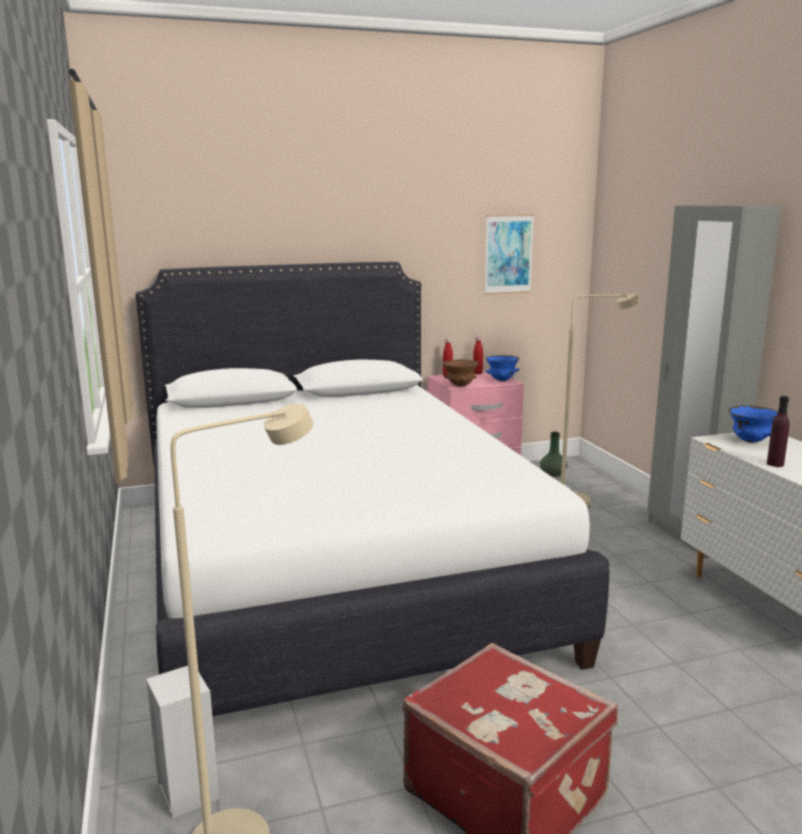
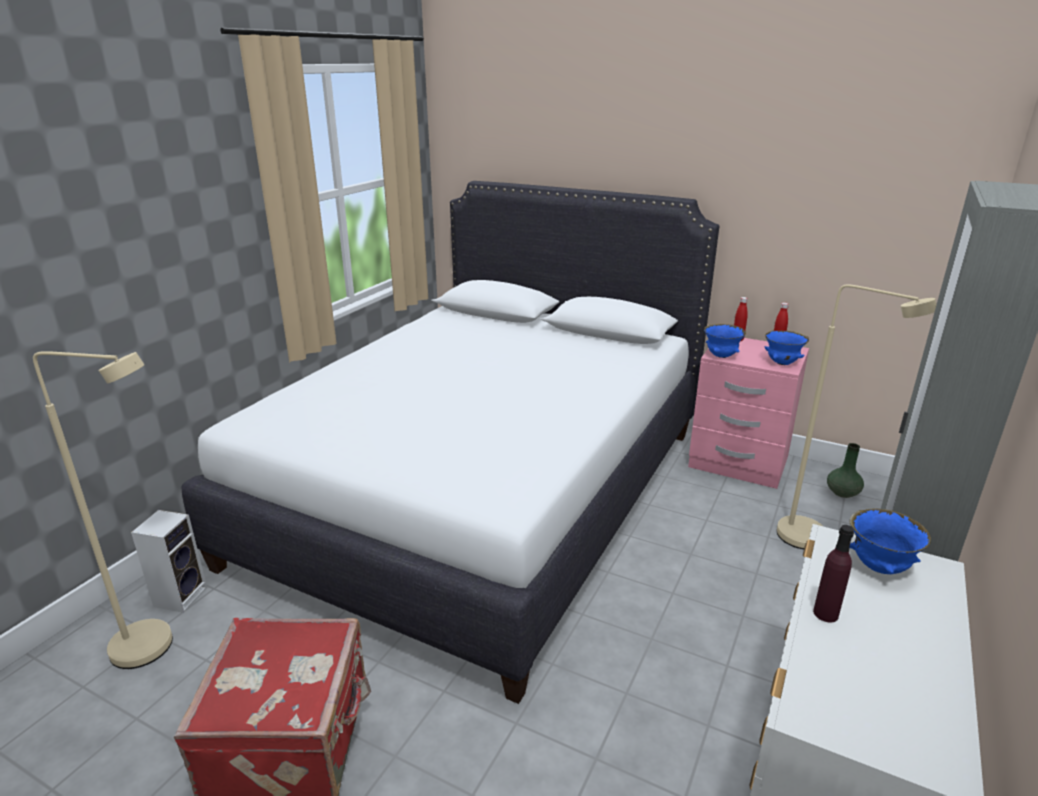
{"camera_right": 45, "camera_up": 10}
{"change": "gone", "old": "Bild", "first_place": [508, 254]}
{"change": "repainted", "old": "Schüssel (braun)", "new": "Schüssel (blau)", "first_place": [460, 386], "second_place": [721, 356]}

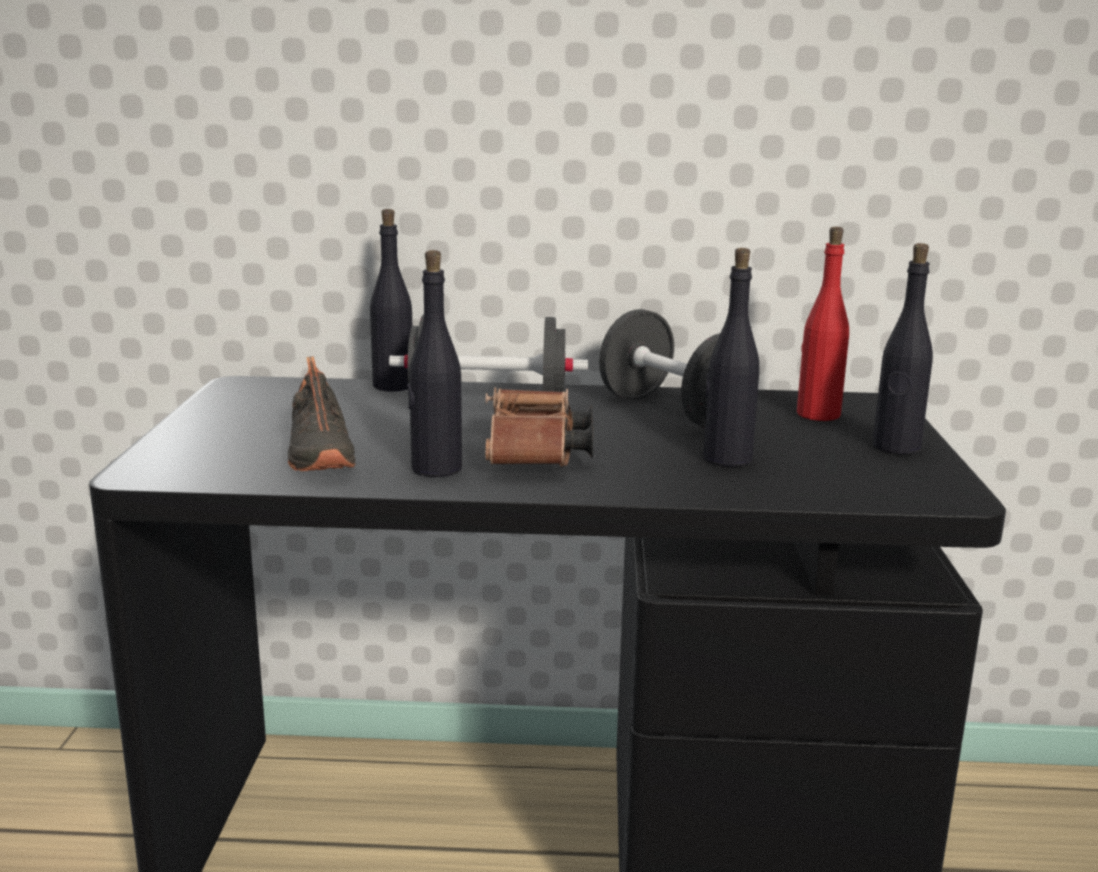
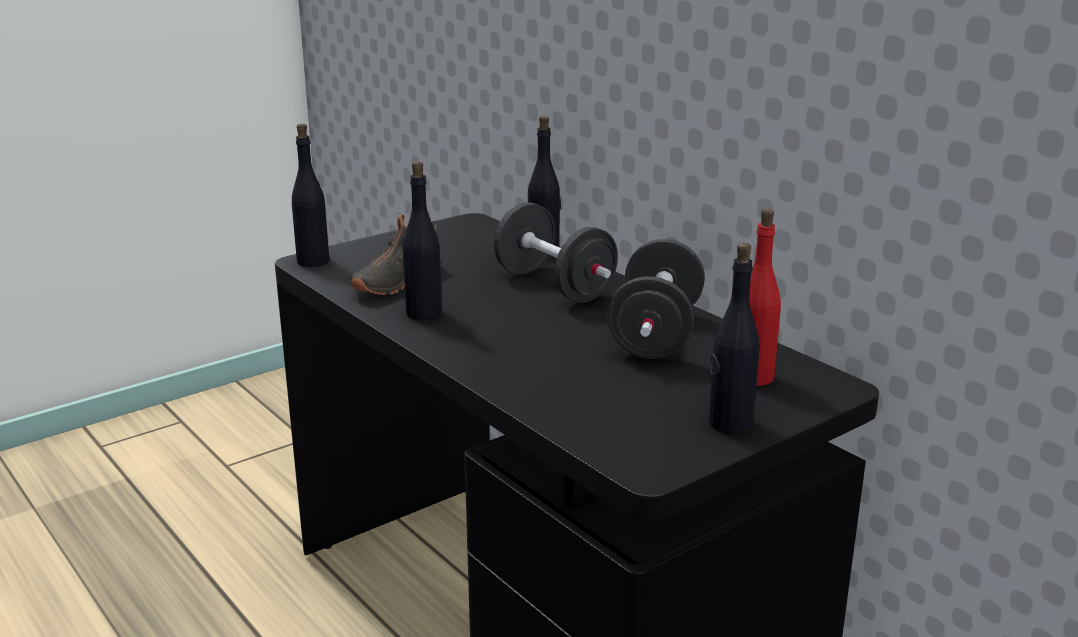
{"camera_right": 50, "camera_up": 5}
{"change": "shifted", "old": "Flasche (schwarz)", "first_place": [726, 459], "second_place": [313, 261]}
{"change": "gone", "old": "Fernglas (braun)", "first_place": [536, 457]}

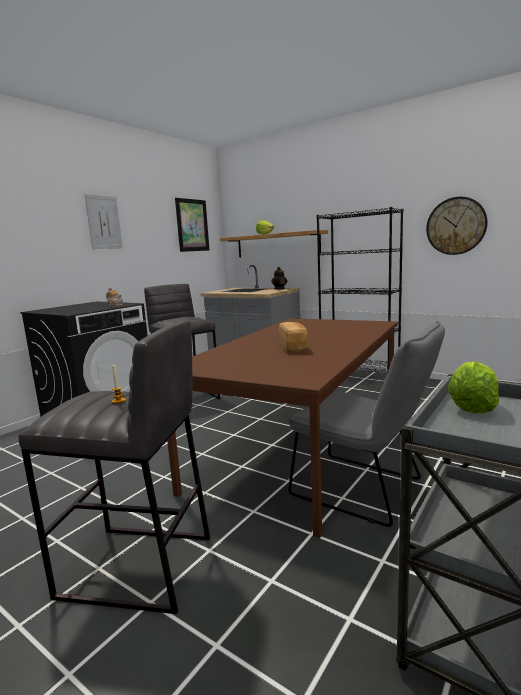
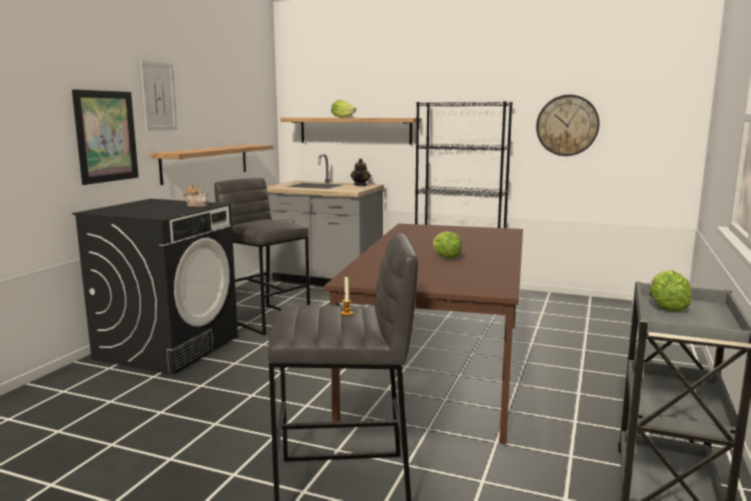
{"camera_right": -15, "camera_up": 0}
{"change": "shifted", "old": "Bild", "first_place": [192, 225], "second_place": [106, 136]}
{"change": "gone", "old": "Stuhl (grau)", "first_place": [364, 490]}
{"change": "swapped", "old": "Brot", "new": "Salatkopf", "first_place": [294, 347], "second_place": [445, 257]}
{"change": "new", "new": "Wandregal", "second_place": [206, 163]}

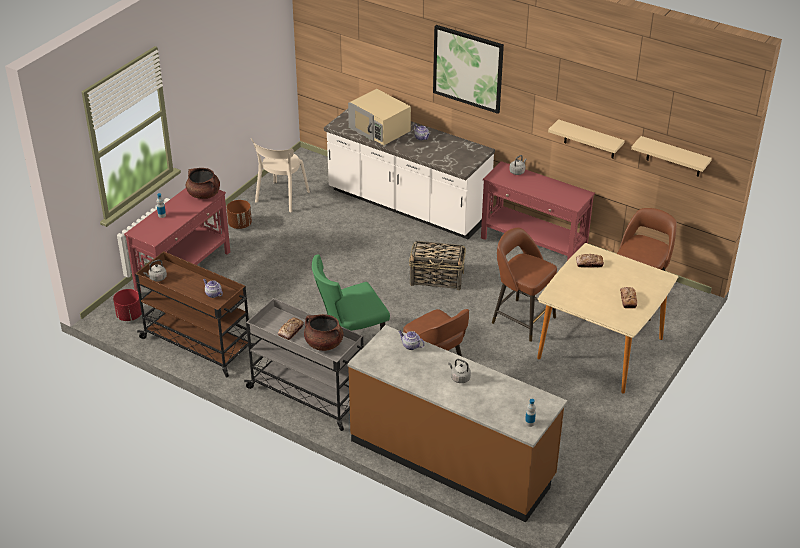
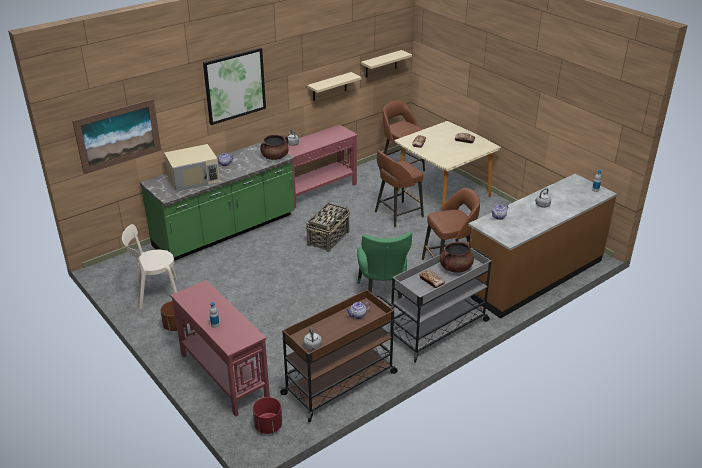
{"camera_right": -70, "camera_up": -5}
{"change": "repainted", "old": "Küchenzeile (weiß)", "new": "Küchenzeile (grün)", "first_place": [407, 206], "second_place": [225, 231]}
{"change": "rotated", "old": "Stuhl (beige)", "first_place": [281, 198], "second_place": [155, 294], "degrees": 120}
{"change": "shifted", "old": "Kochtopf (braun)", "first_place": [204, 194], "second_place": [275, 157]}
{"change": "new", "new": "Bild", "second_place": [118, 135]}

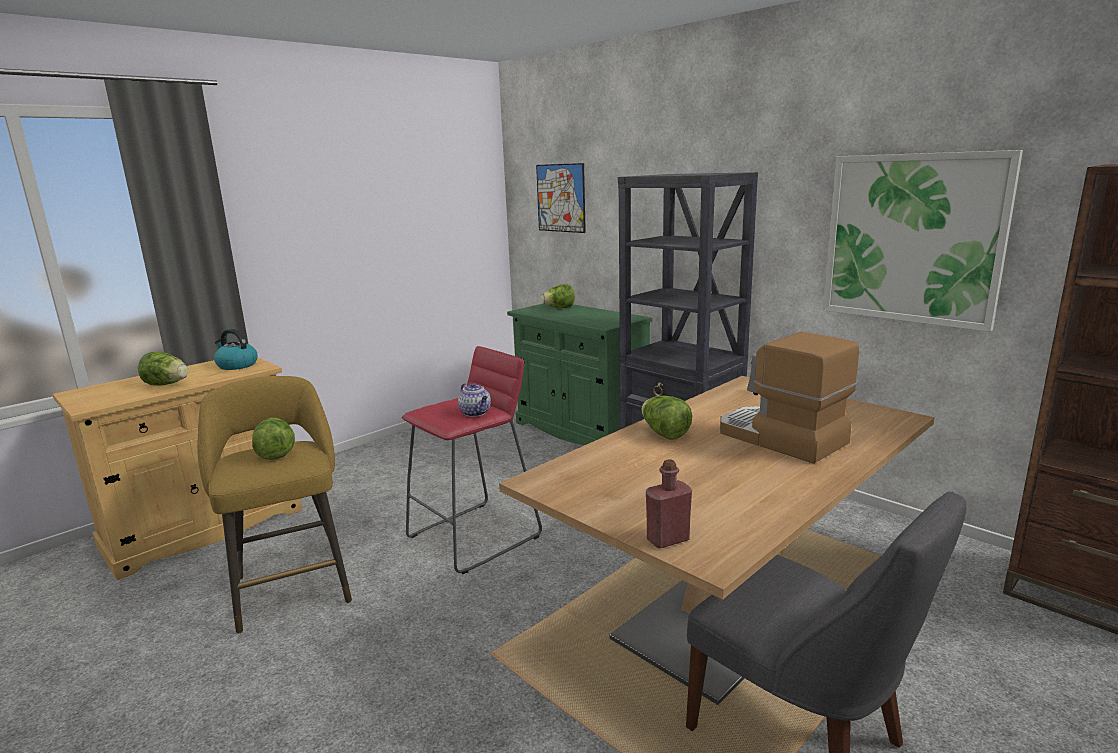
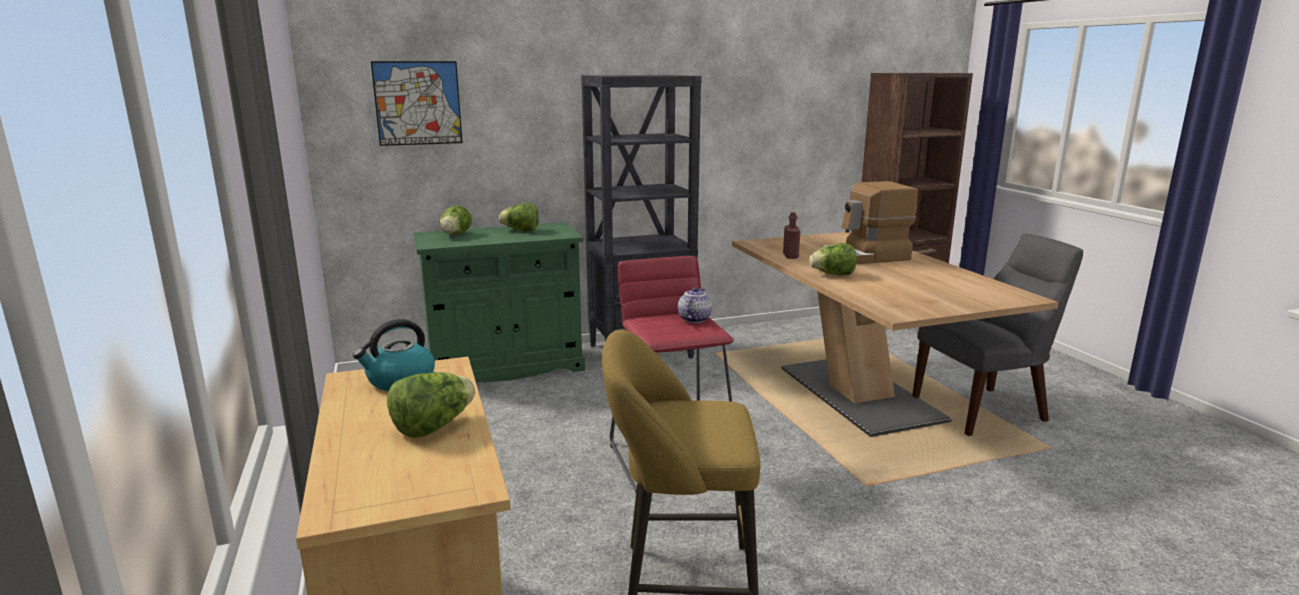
{"camera_right": -65, "camera_up": 0}
{"change": "gone", "old": "Bild", "first_place": [912, 239]}
{"change": "rotated", "old": "Teekanne", "first_place": [476, 413], "second_place": [694, 319], "degrees": -60}
{"change": "shifted", "old": "Salatkopf", "first_place": [275, 453], "second_place": [521, 230]}
{"change": "shifted", "old": "Flasche (rot)", "first_place": [668, 539], "second_place": [790, 256]}

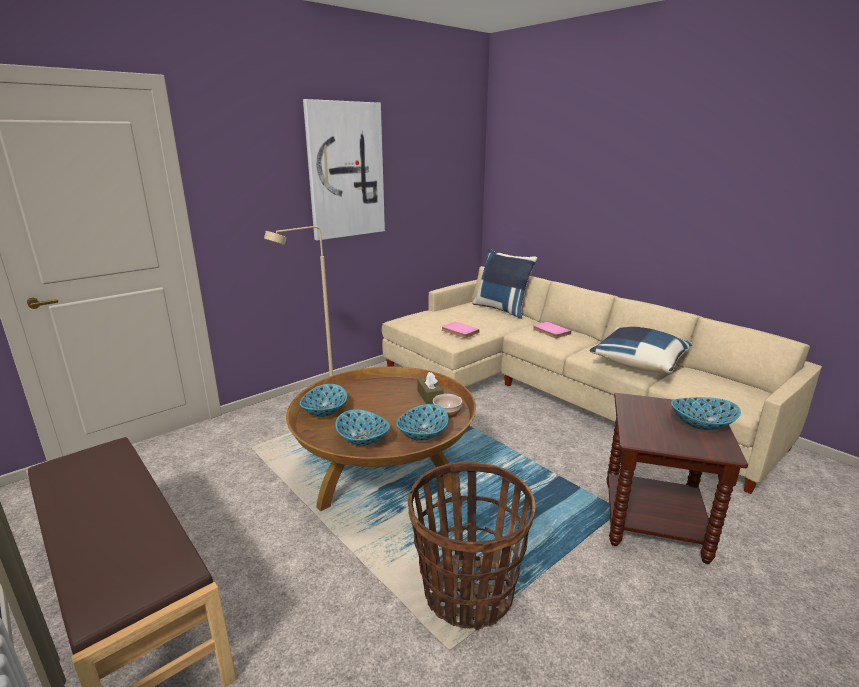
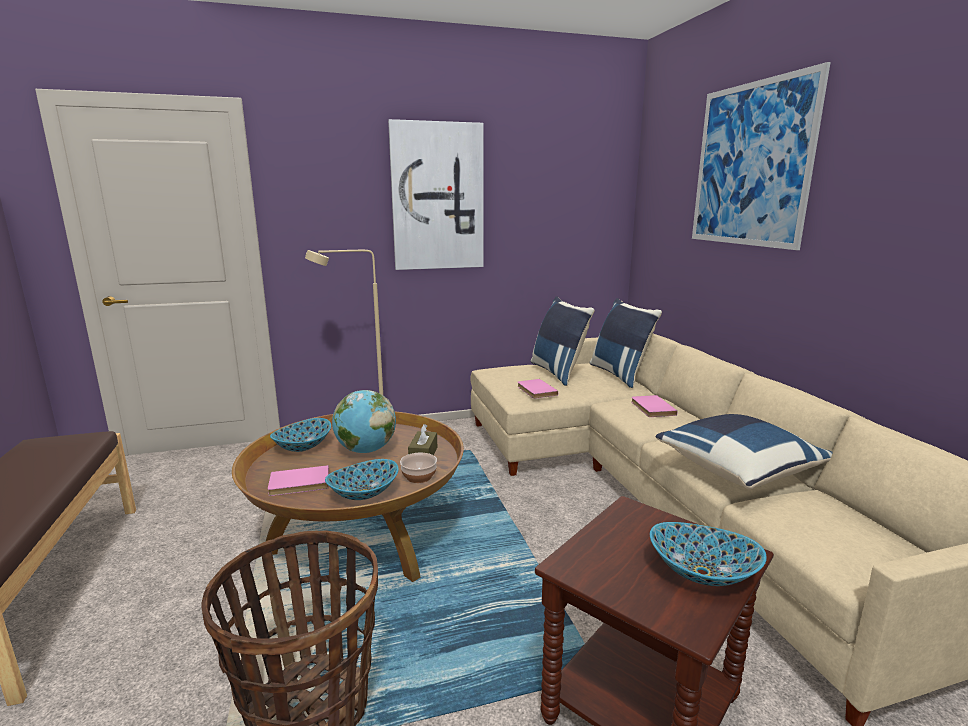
{"camera_right": 25, "camera_up": -5}
{"change": "swapped", "old": "Schüssel", "new": "Buch (rosa)", "first_place": [363, 440], "second_place": [299, 484]}
{"change": "new", "new": "Bild", "second_place": [750, 165]}
{"change": "new", "new": "Kissen (blau)", "second_place": [559, 372]}
{"change": "new", "new": "Globus", "second_place": [366, 450]}

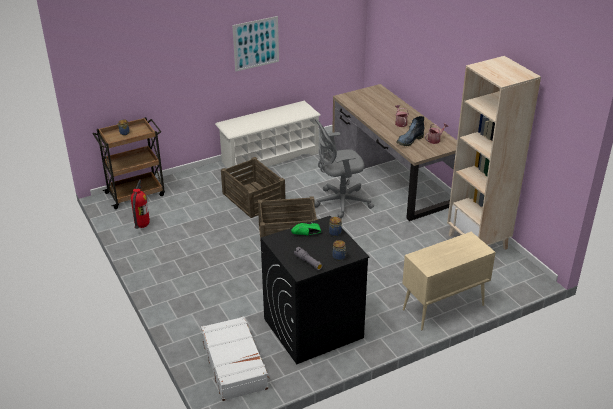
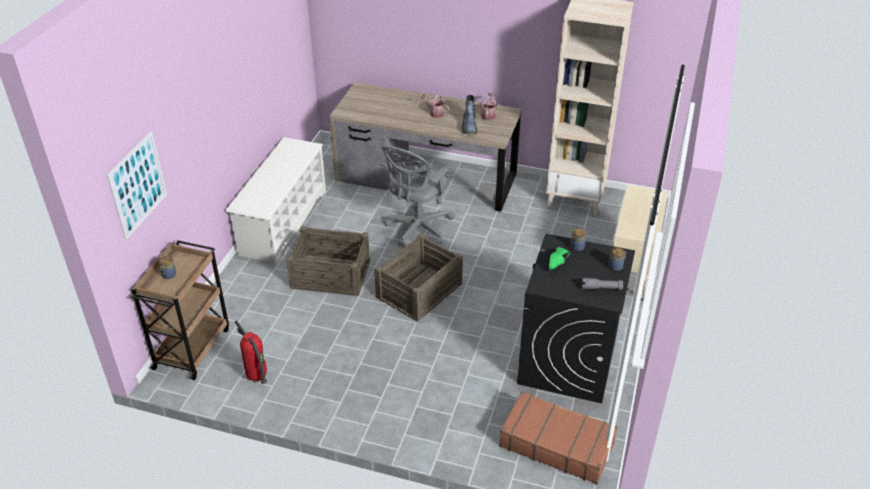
{"camera_right": -45, "camera_up": 5}
{"change": "shifted", "old": "Bild", "first_place": [256, 43], "second_place": [138, 185]}
{"change": "repainted", "old": "Koffer (weiß)", "new": "Koffer (braun)", "first_place": [235, 364], "second_place": [556, 444]}

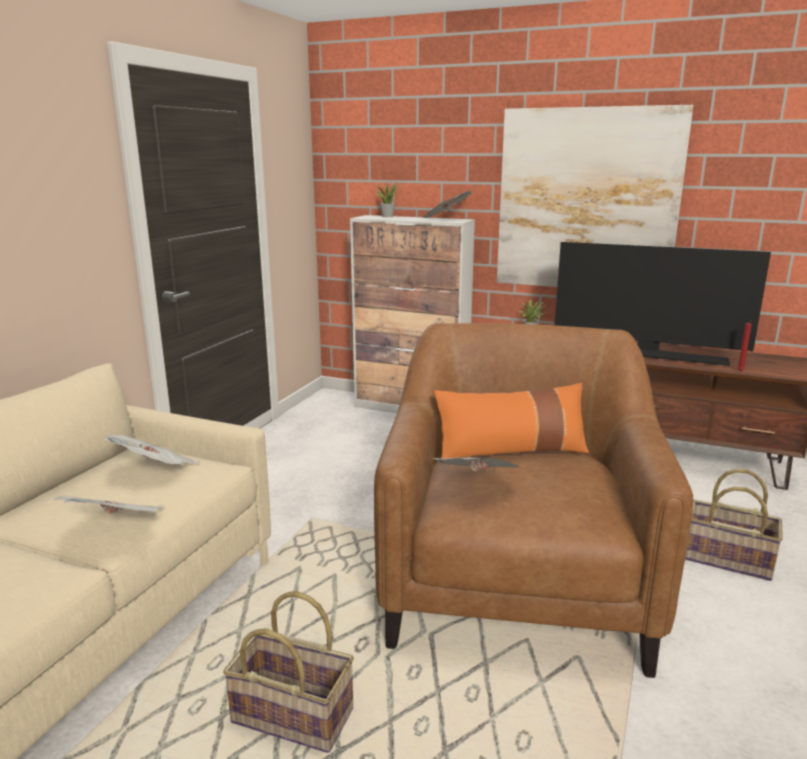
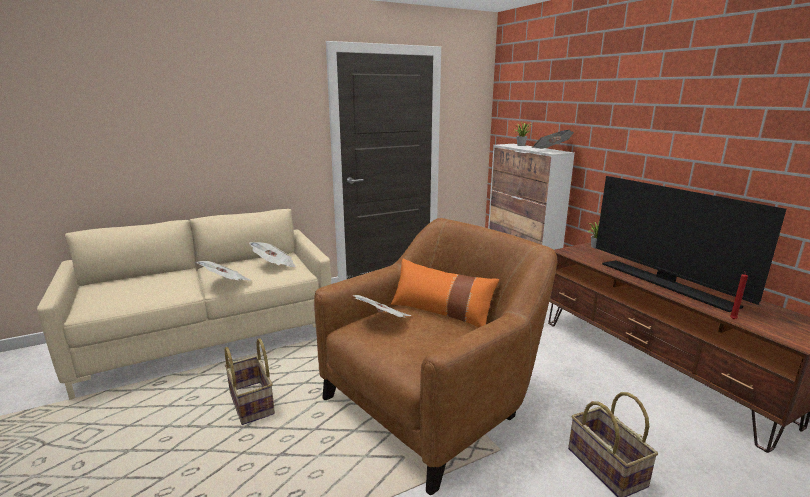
{"camera_right": 40, "camera_up": 0}
{"change": "gone", "old": "Bild", "first_place": [587, 201]}

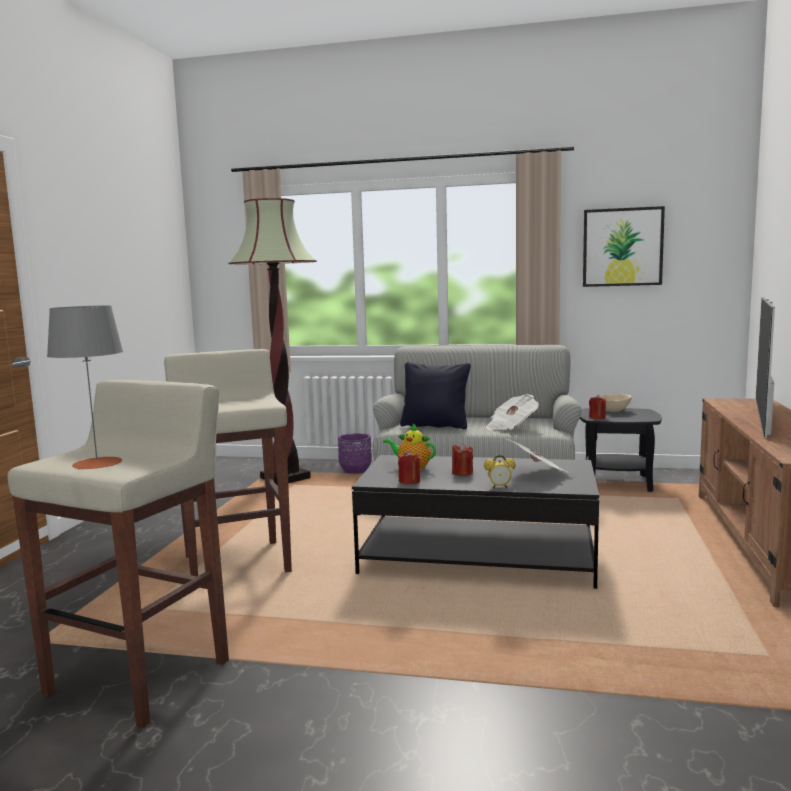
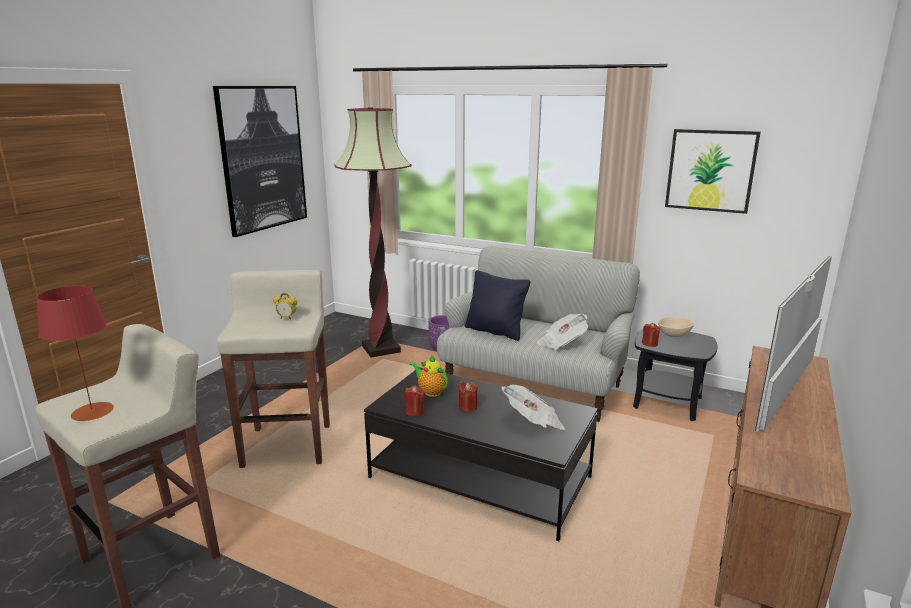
{"camera_right": 15, "camera_up": 10}
{"change": "repainted", "old": "Tischlampe (grau)", "new": "Tischlampe (rot)", "first_place": [97, 463], "second_place": [92, 411]}
{"change": "shifted", "old": "Wecker", "first_place": [499, 487], "second_place": [286, 318]}
{"change": "new", "new": "Bild", "second_place": [263, 158]}

